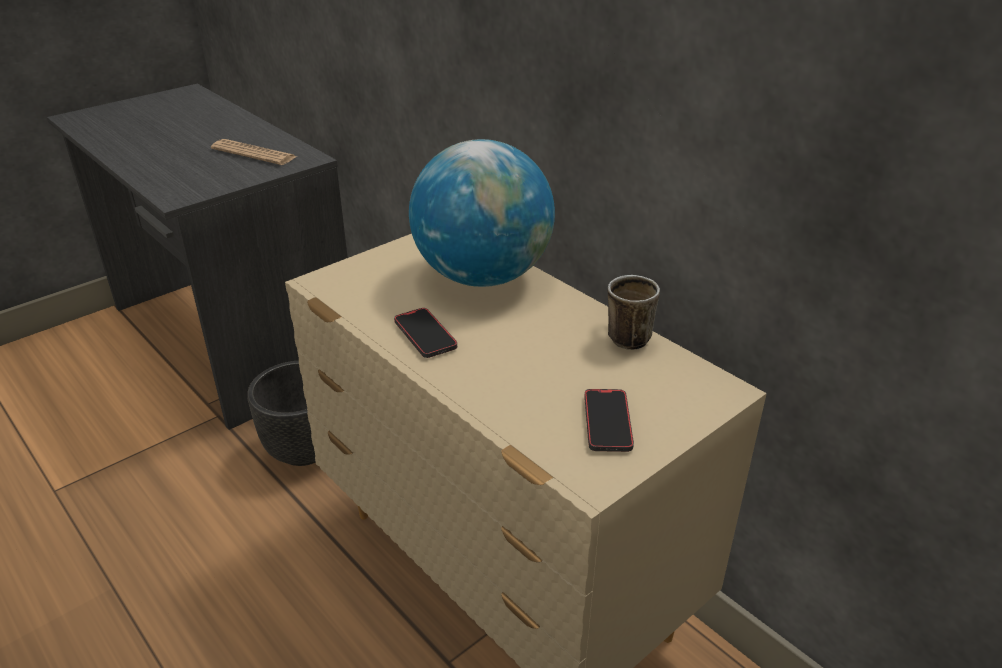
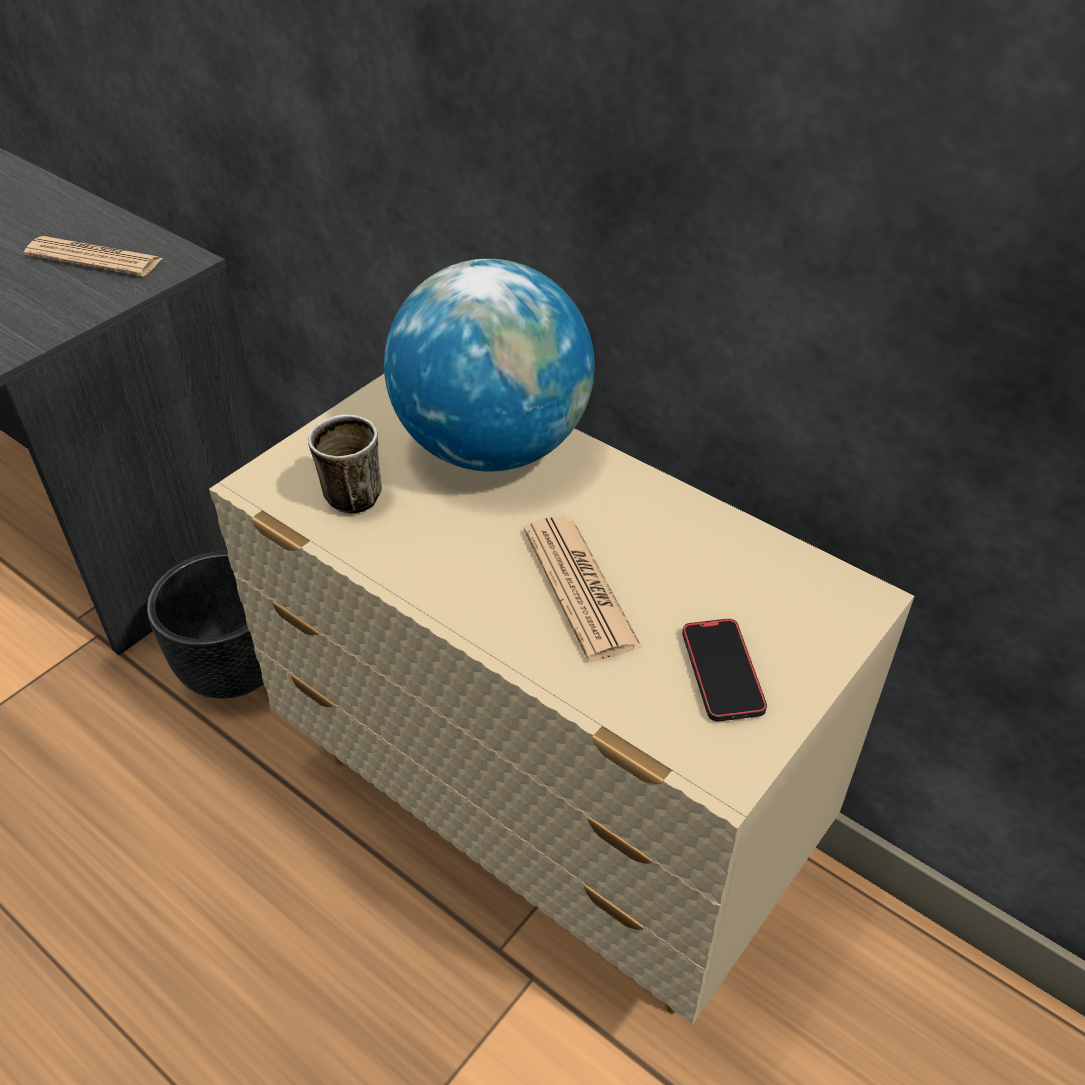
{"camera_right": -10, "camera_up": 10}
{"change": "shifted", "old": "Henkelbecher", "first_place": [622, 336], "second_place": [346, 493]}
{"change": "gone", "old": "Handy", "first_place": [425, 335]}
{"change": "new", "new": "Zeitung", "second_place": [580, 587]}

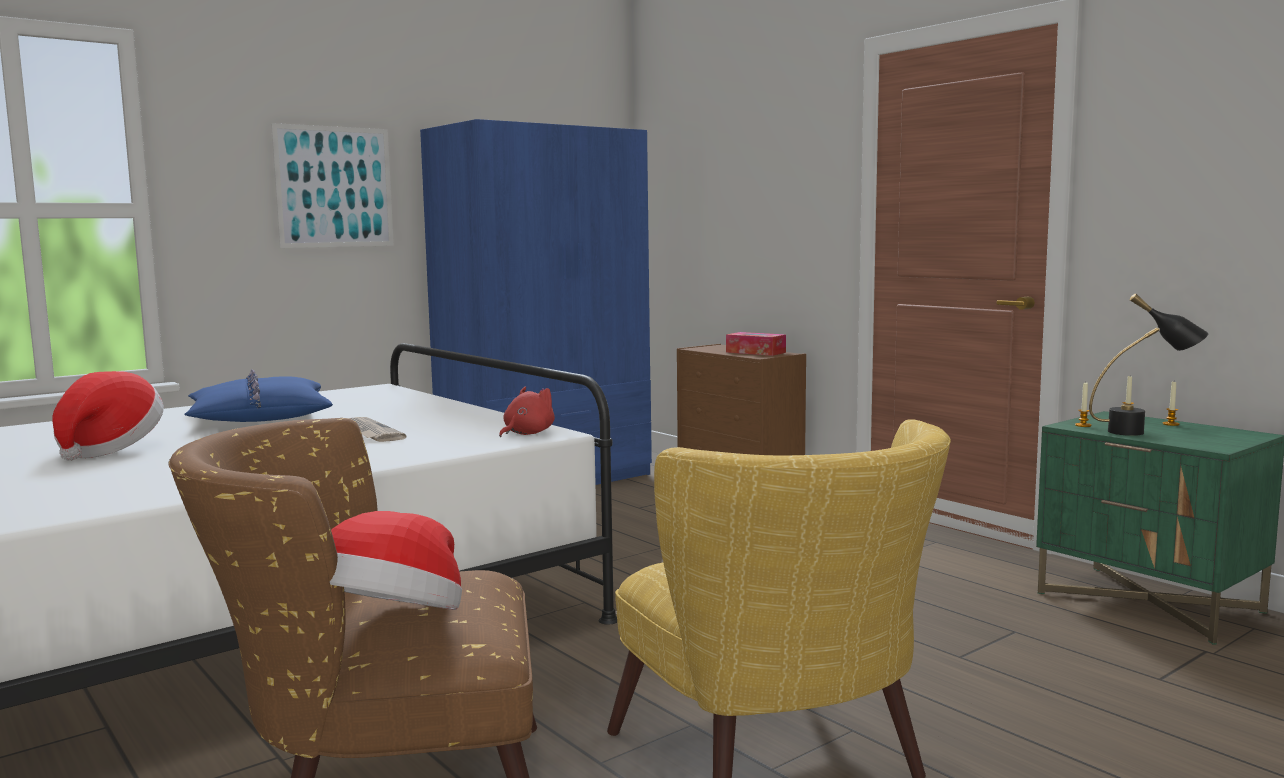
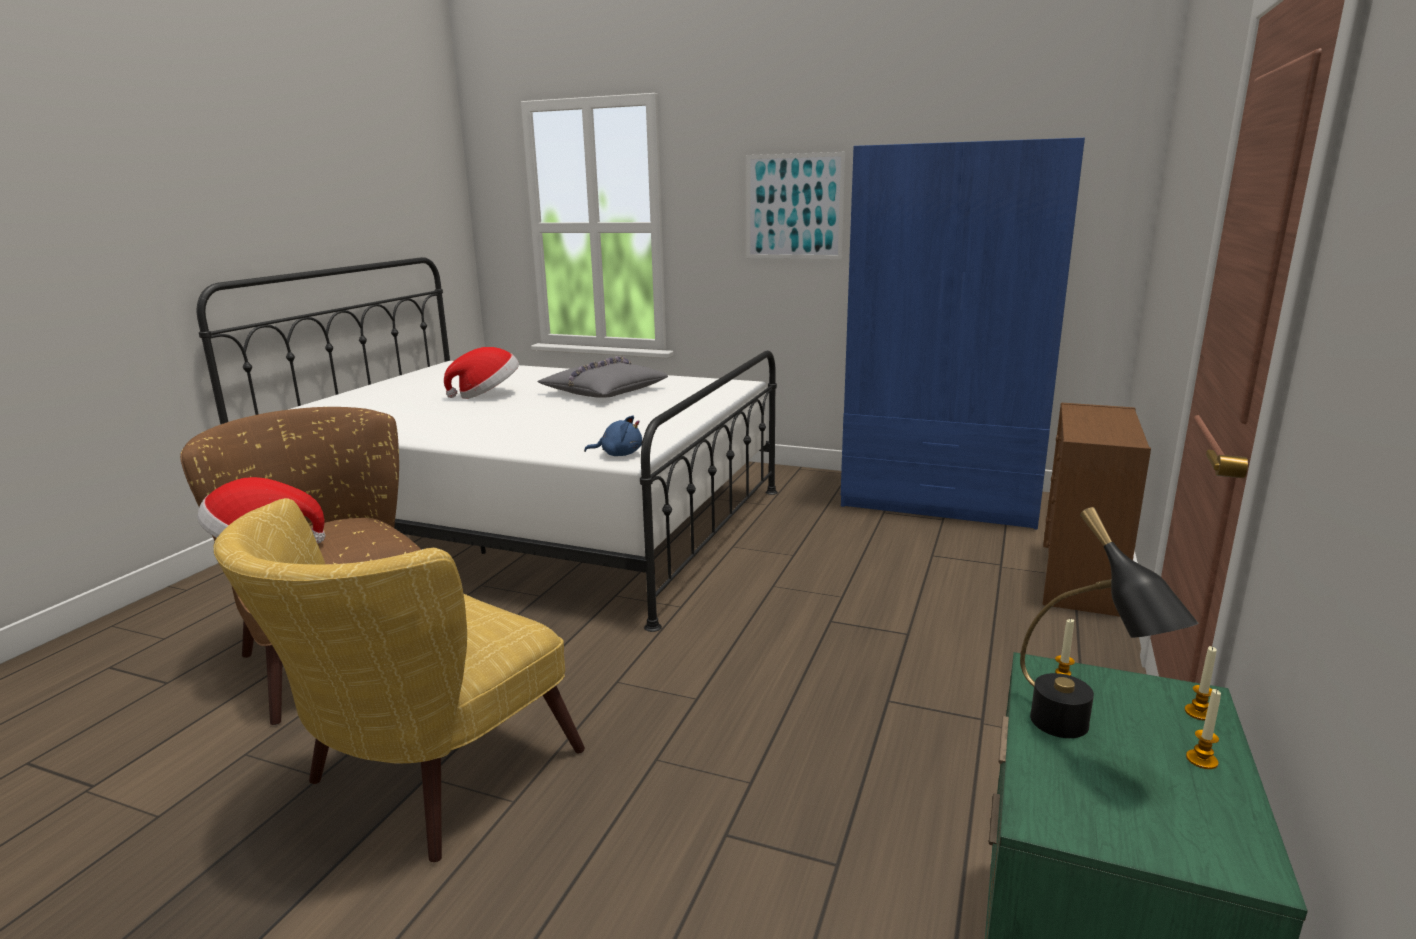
{"camera_right": 60, "camera_up": 10}
{"change": "gone", "old": "Taschentuchbox", "first_place": [755, 352]}
{"change": "repainted", "old": "Kissen (blau)", "new": "Kissen (grau)", "first_place": [259, 417], "second_place": [603, 391]}
{"change": "repainted", "old": "Plüschtier (rot)", "new": "Plüschtier (blau)", "first_place": [526, 434], "second_place": [618, 454]}
{"change": "gone", "old": "Zeitung", "first_place": [369, 432]}

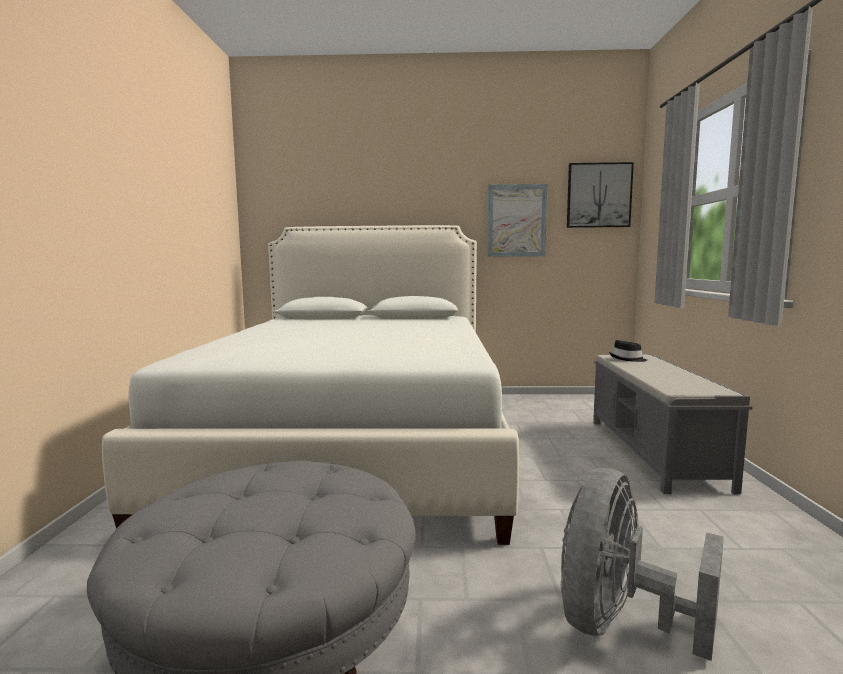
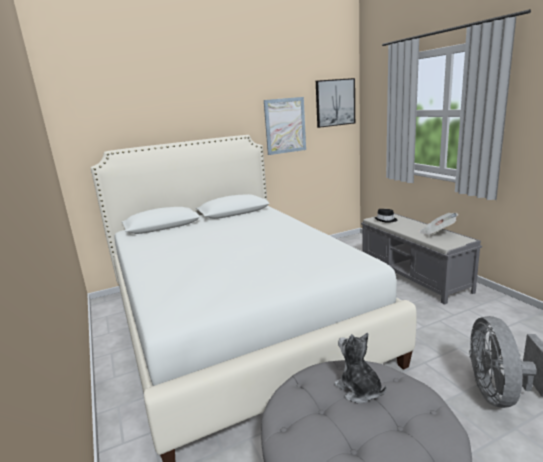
{"camera_right": -25, "camera_up": 10}
{"change": "new", "new": "Zeitung", "second_place": [437, 233]}
{"change": "new", "new": "Plüschtier", "second_place": [359, 390]}

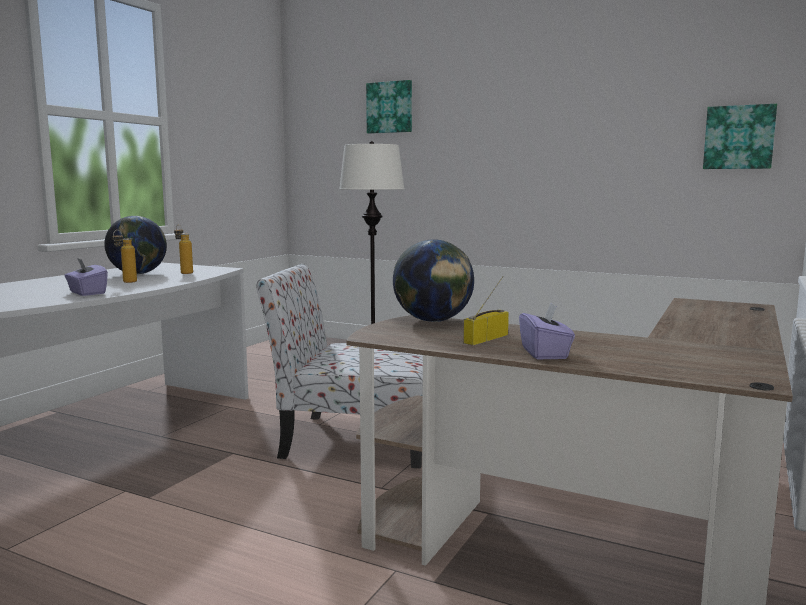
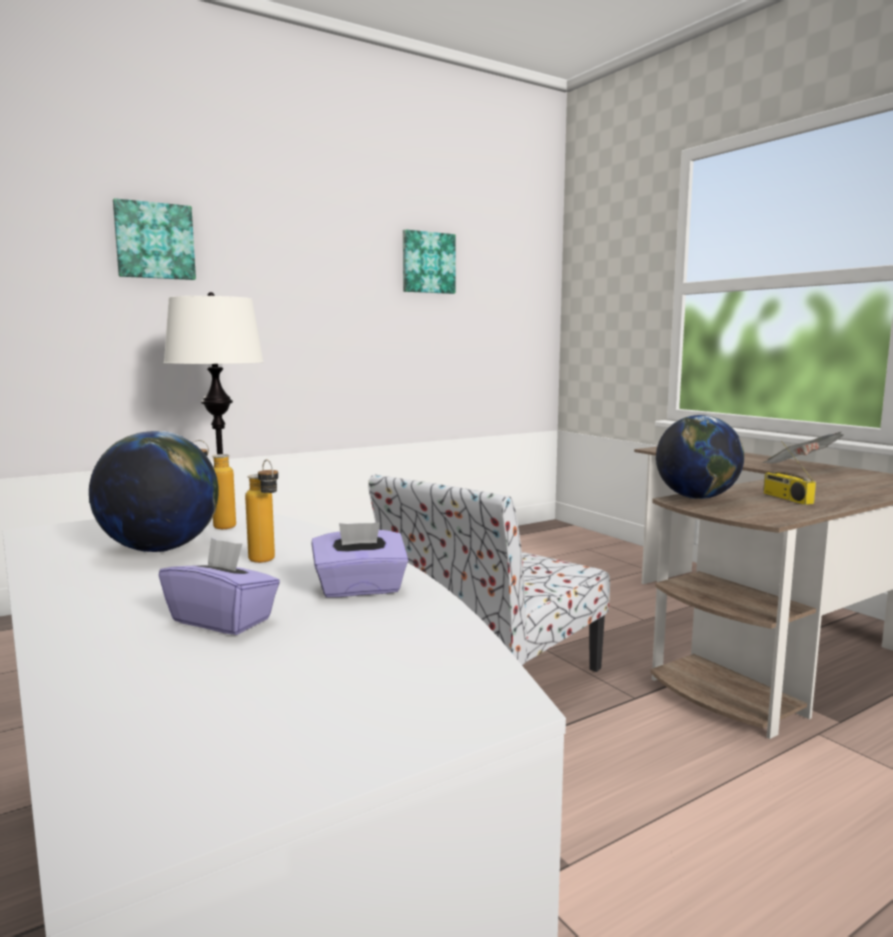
{"camera_right": -60, "camera_up": 0}
{"change": "shifted", "old": "Bild", "first_place": [739, 137], "second_place": [427, 263]}
{"change": "shifted", "old": "Taschentuchbox (lila)", "first_place": [545, 353], "second_place": [223, 620]}
{"change": "new", "new": "Zeitung", "second_place": [799, 468]}

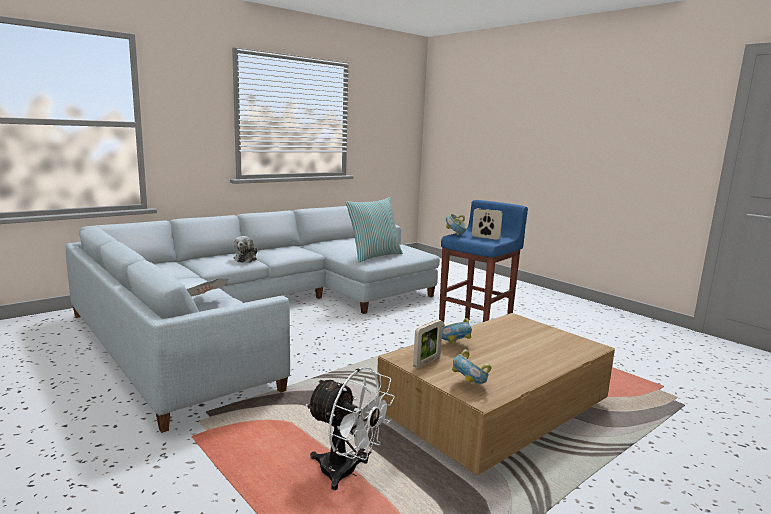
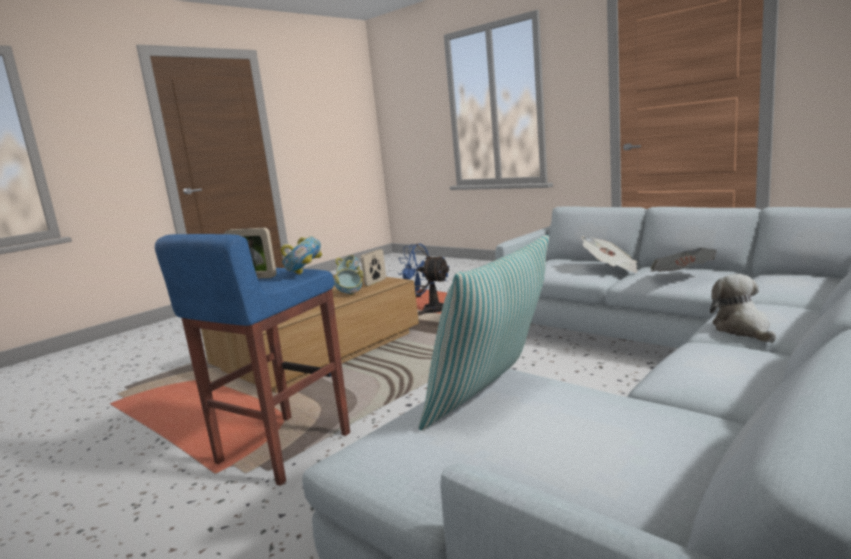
{"camera_right": 175, "camera_up": 0}
{"change": "repainted", "old": "Ventilator (weiß)", "new": "Ventilator (blau)", "first_place": [346, 473], "second_place": [428, 310]}
{"change": "new", "new": "Zeitung", "second_place": [681, 277]}

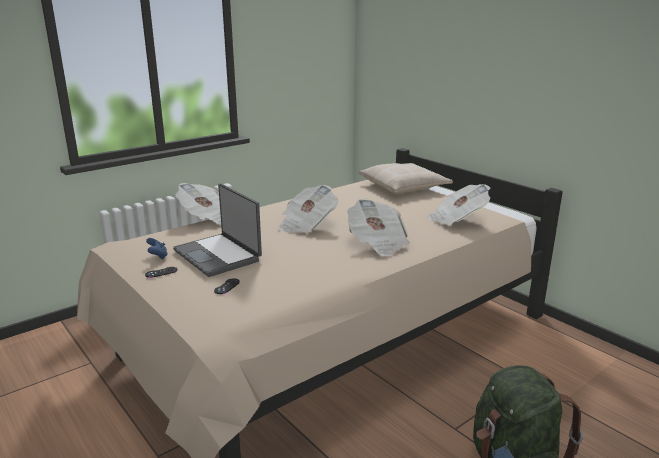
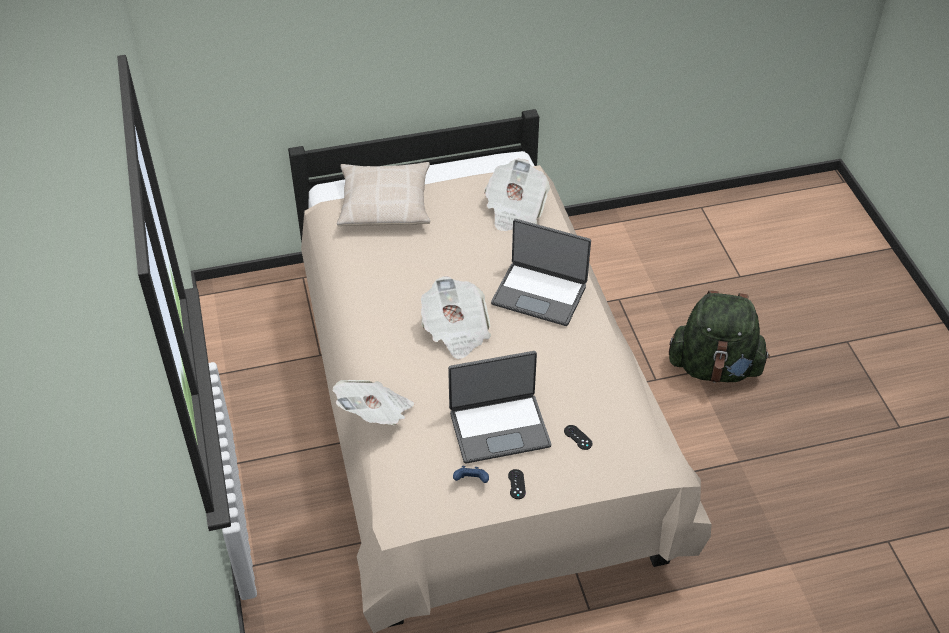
{"camera_right": -65, "camera_up": 25}
{"change": "swapped", "old": "Zeitung", "new": "Laptop", "first_place": [377, 243], "second_place": [540, 294]}

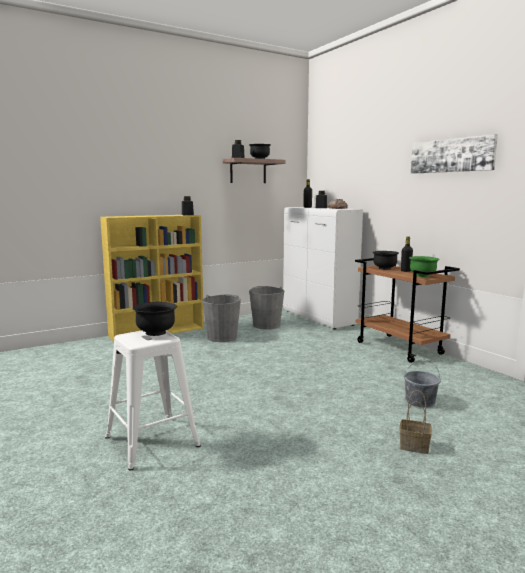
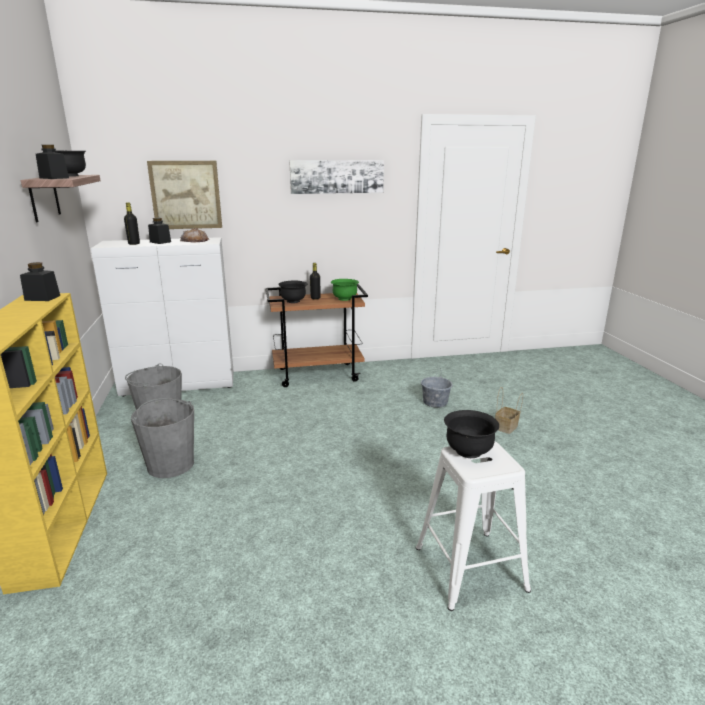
{"camera_right": -70, "camera_up": 10}
{"change": "new", "new": "Bild", "second_place": [186, 195]}

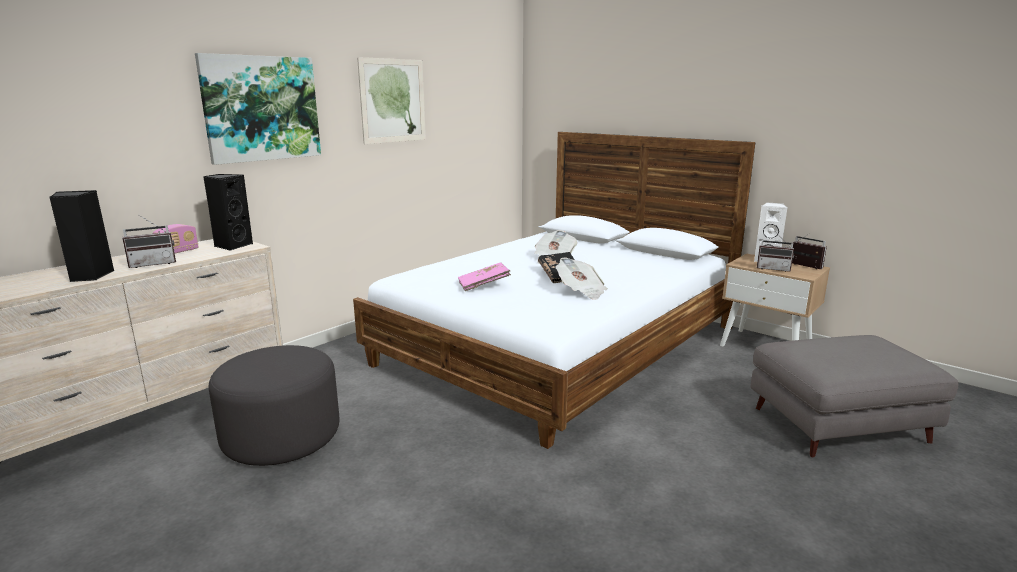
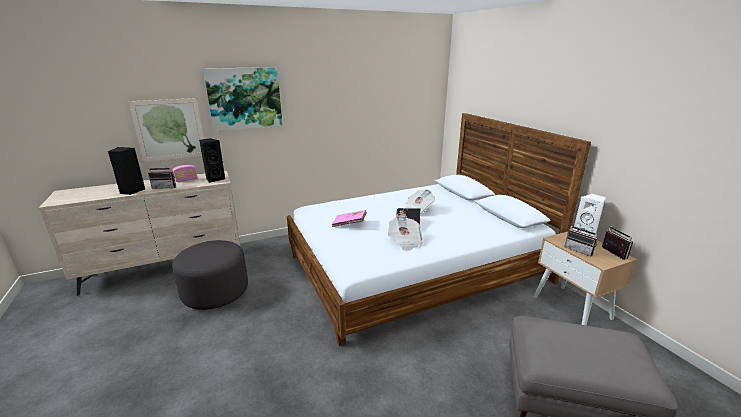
{"camera_right": 25, "camera_up": 5}
{"change": "shifted", "old": "Bild", "first_place": [393, 101], "second_place": [170, 129]}

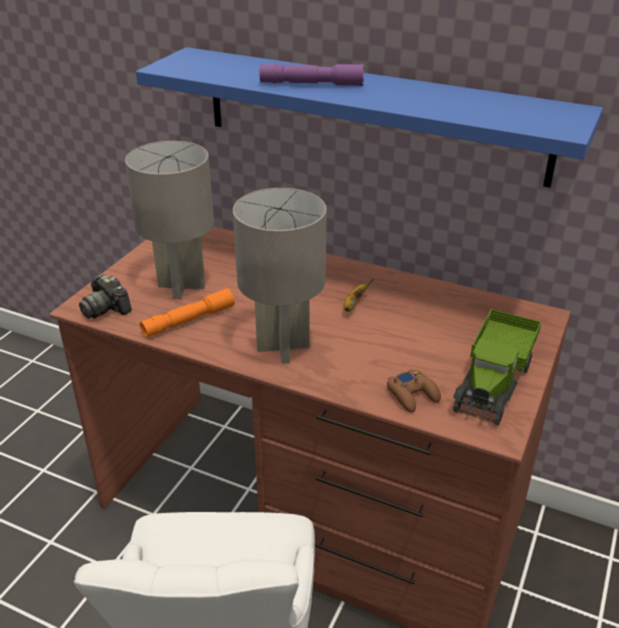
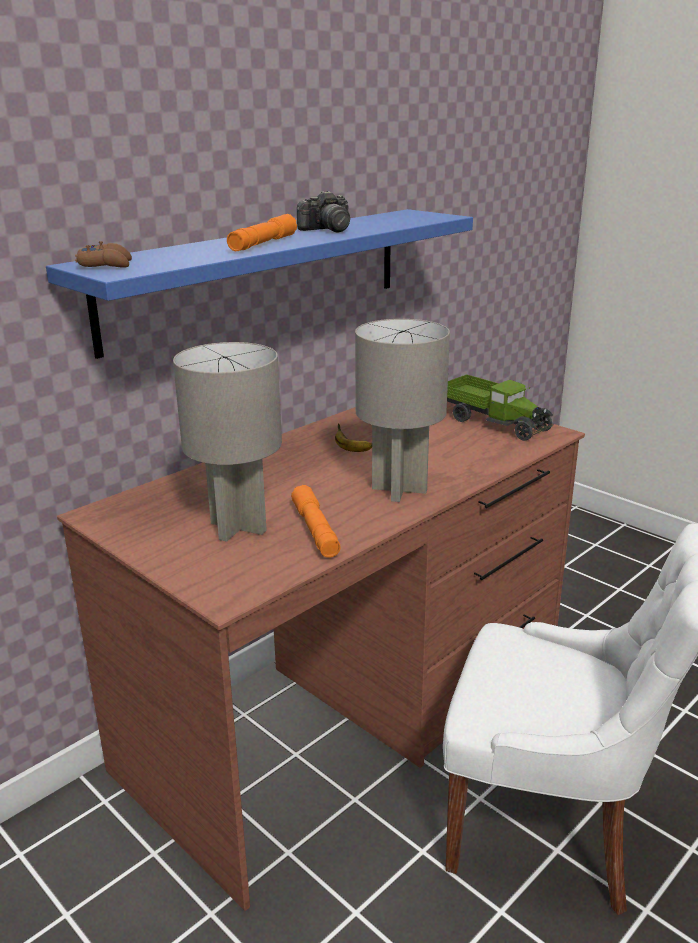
{"camera_right": -70, "camera_up": -10}
{"change": "repainted", "old": "Taschenlampe (lila)", "new": "Taschenlampe (orange)", "first_place": [311, 84], "second_place": [263, 244]}
{"change": "shifted", "old": "Kamera", "first_place": [106, 308], "second_place": [327, 230]}
{"change": "shifted", "old": "Gamepad (braun)", "first_place": [413, 395], "second_place": [106, 264]}

